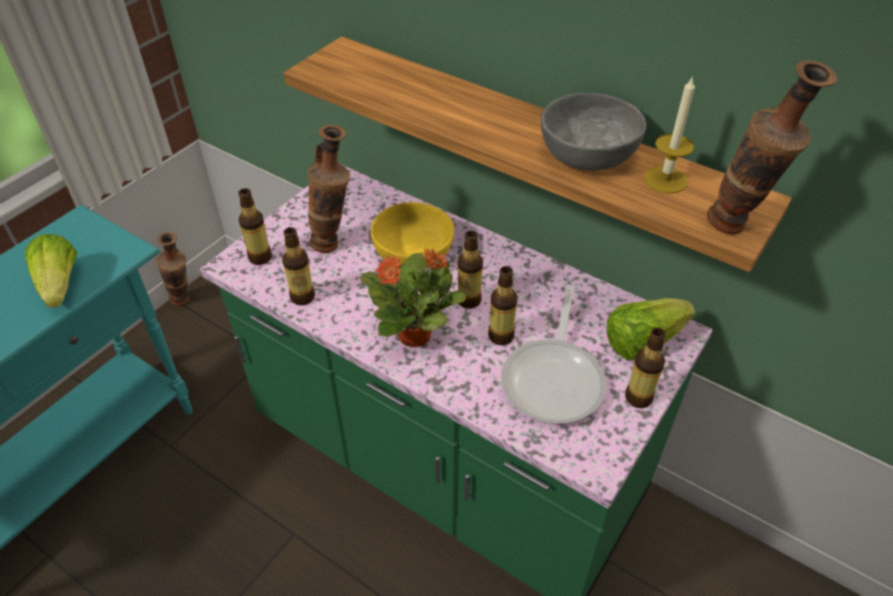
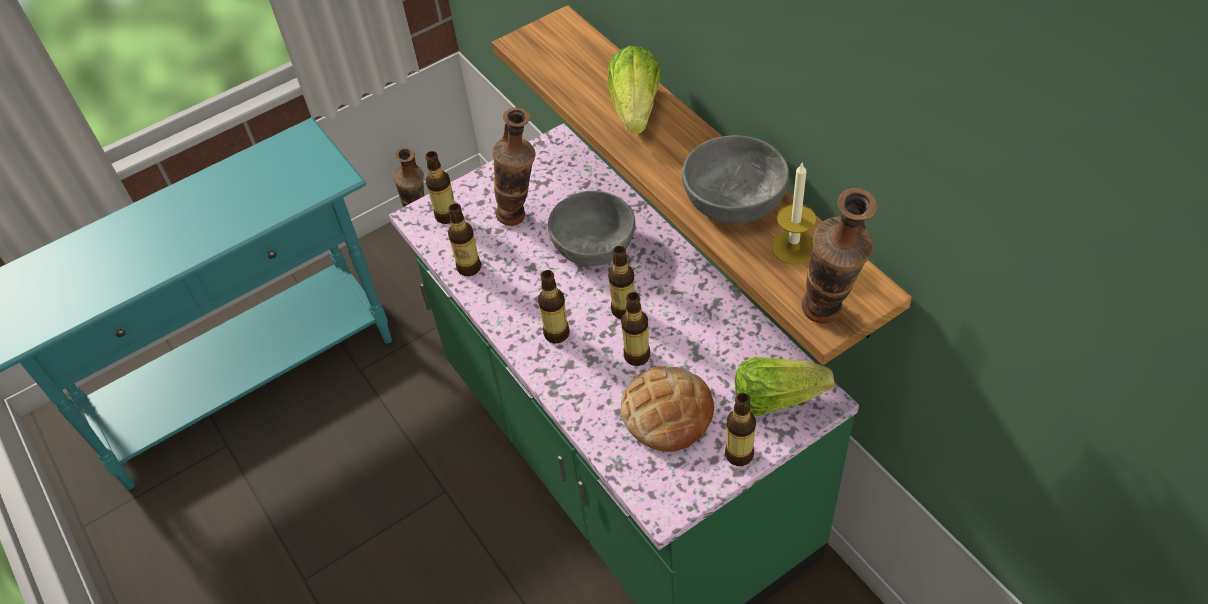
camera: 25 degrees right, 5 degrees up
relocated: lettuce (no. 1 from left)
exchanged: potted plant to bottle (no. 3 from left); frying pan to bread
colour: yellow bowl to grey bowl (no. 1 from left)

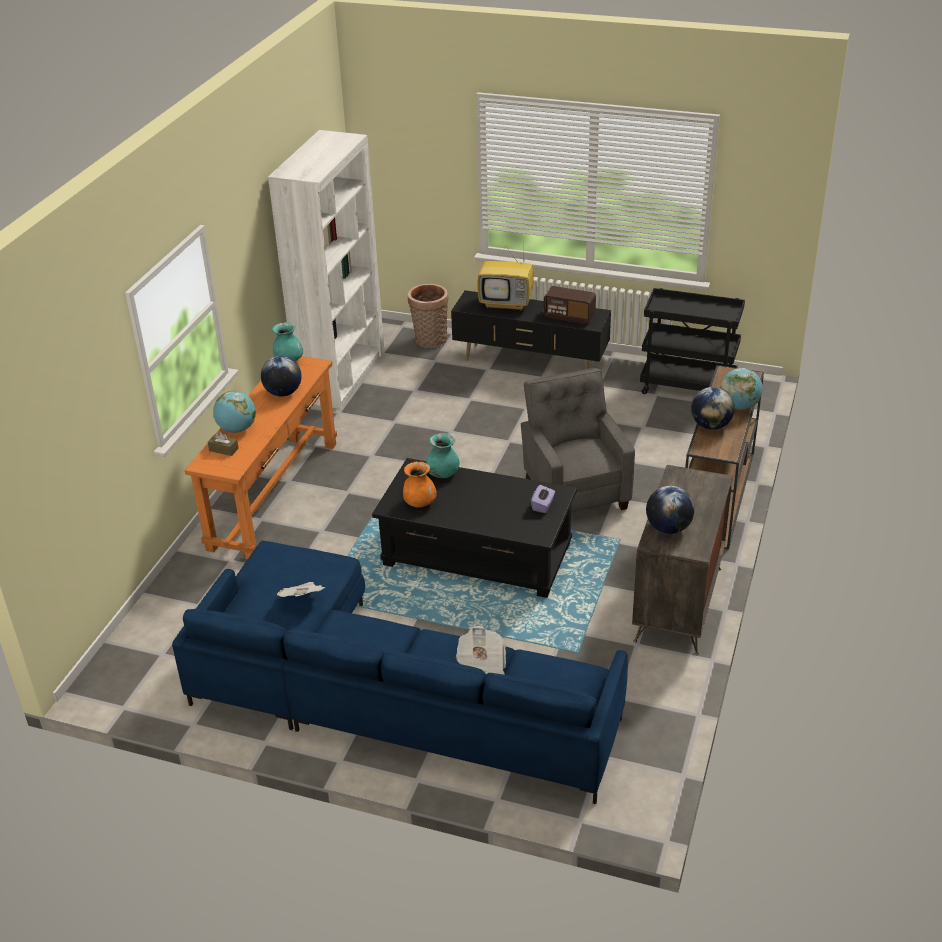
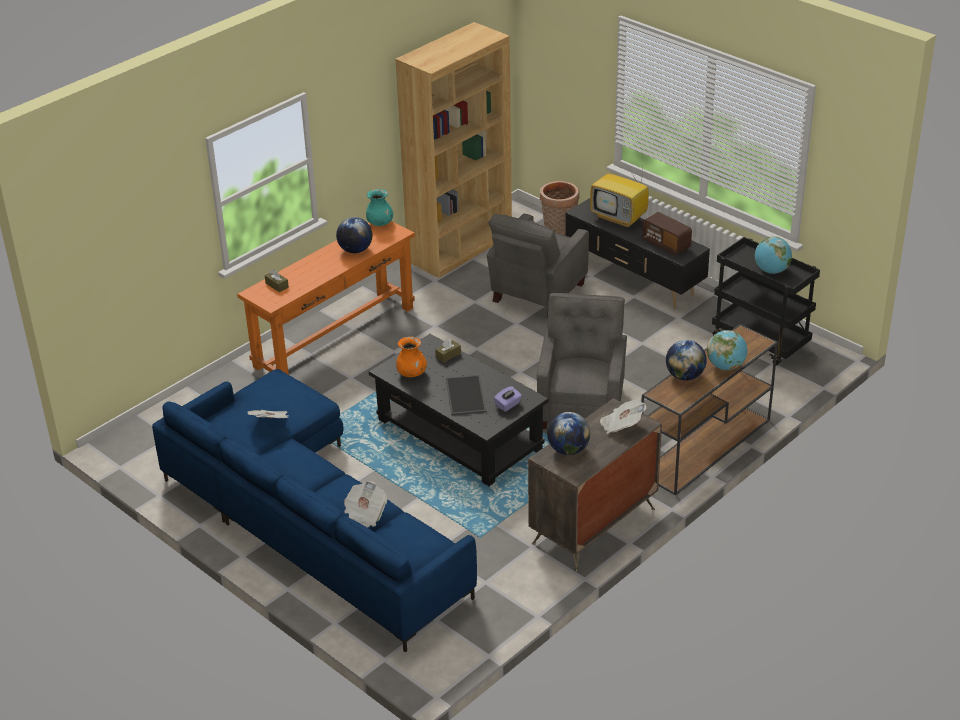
camera: 25 degrees right, 0 degrees up
appeared: tray; grey armchair (no. 1 from left); newspaper (no. 3 from left)
relocated: globe (no. 1 from left in the first image) to globe (no. 5 from left)
exchanged: turquoise vase (no. 2 from left) to brown tissue box (no. 2 from left)
colour: white bookcase to brown bookcase

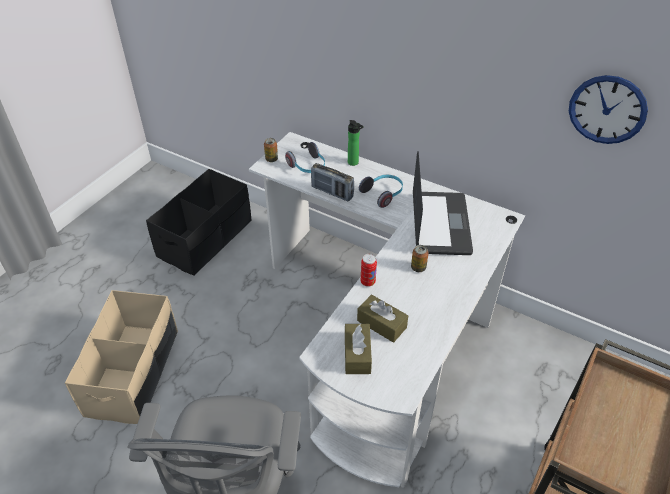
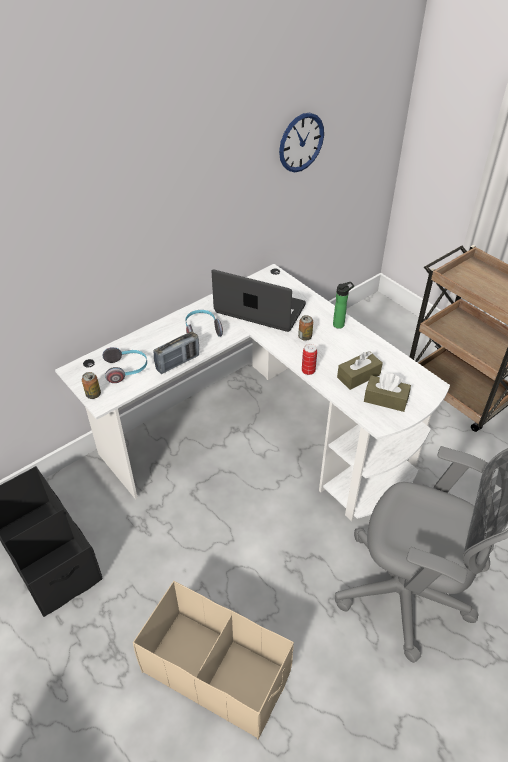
camera: 70 degrees left, 0 degrees up
relocated: bottle

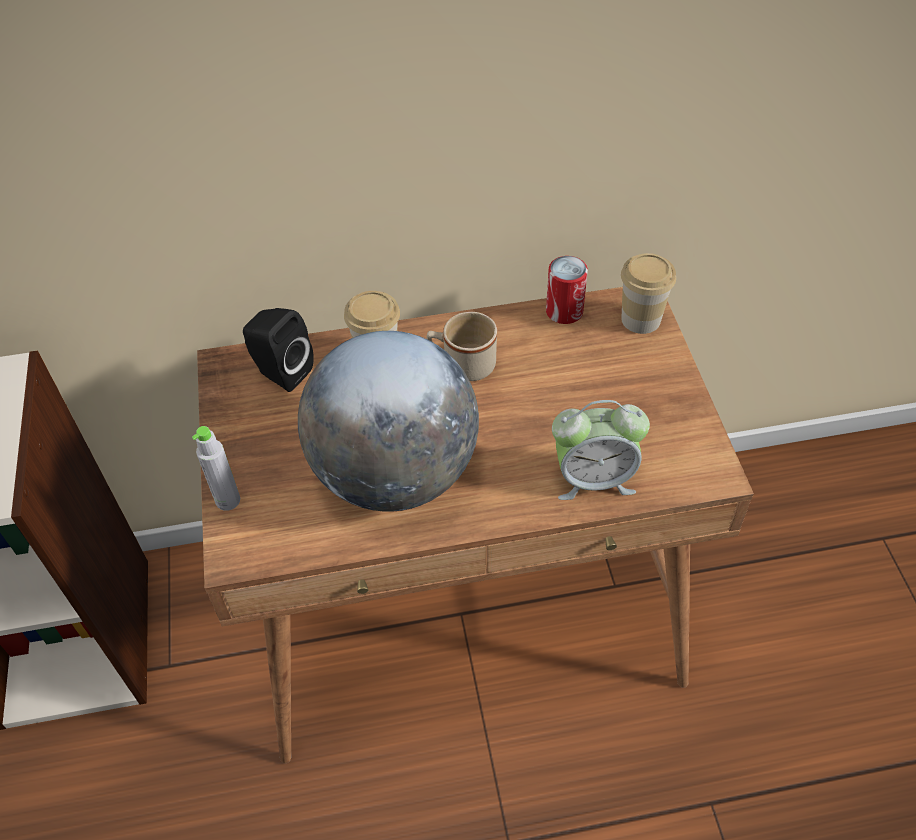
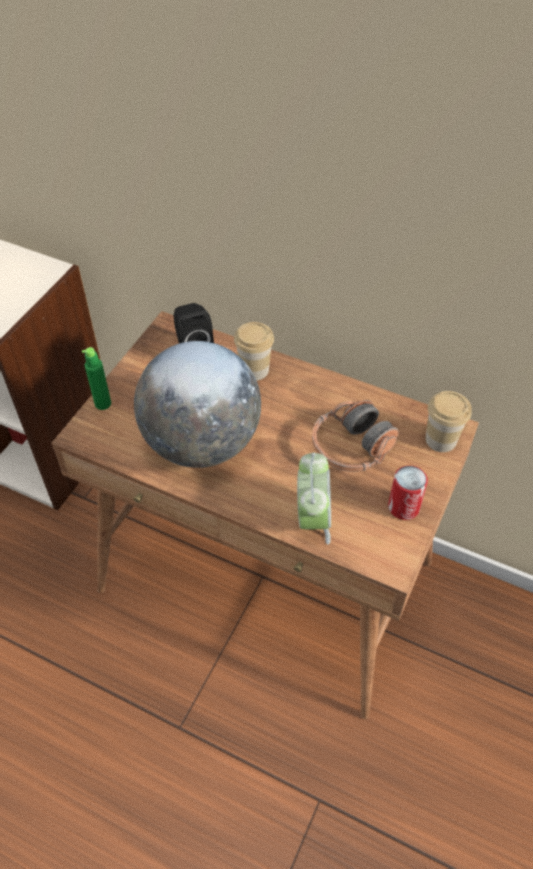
camera: 35 degrees right, 0 degrees up
missing: beige mug
appeared: headphones
relocated: can
colour: grey bottle to green bottle
spun: alarm clock 120 degrees counterclockwise

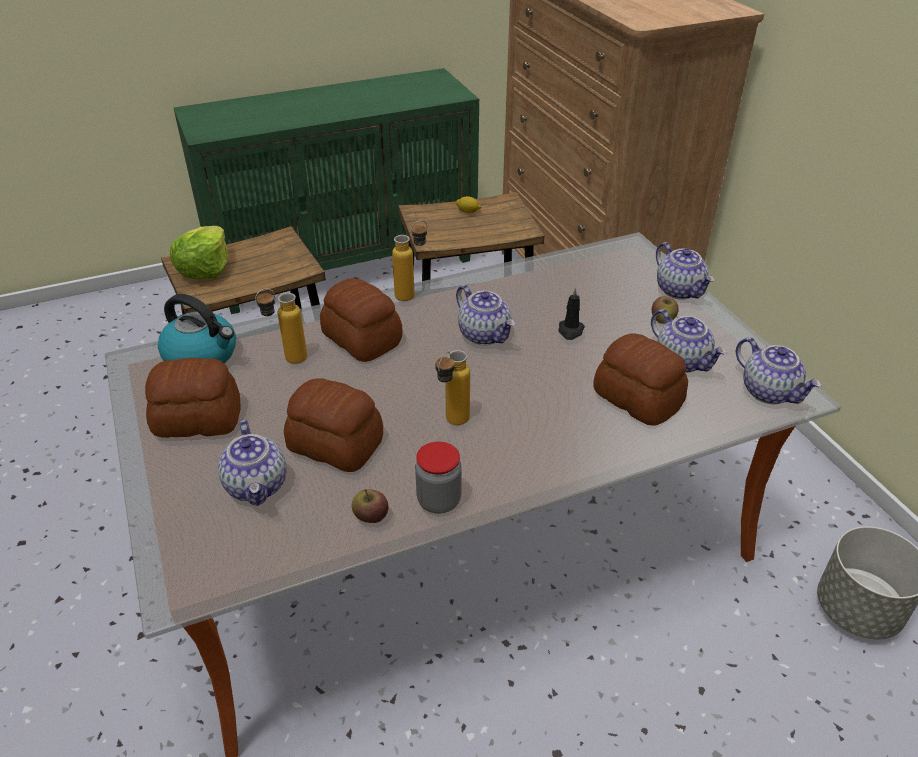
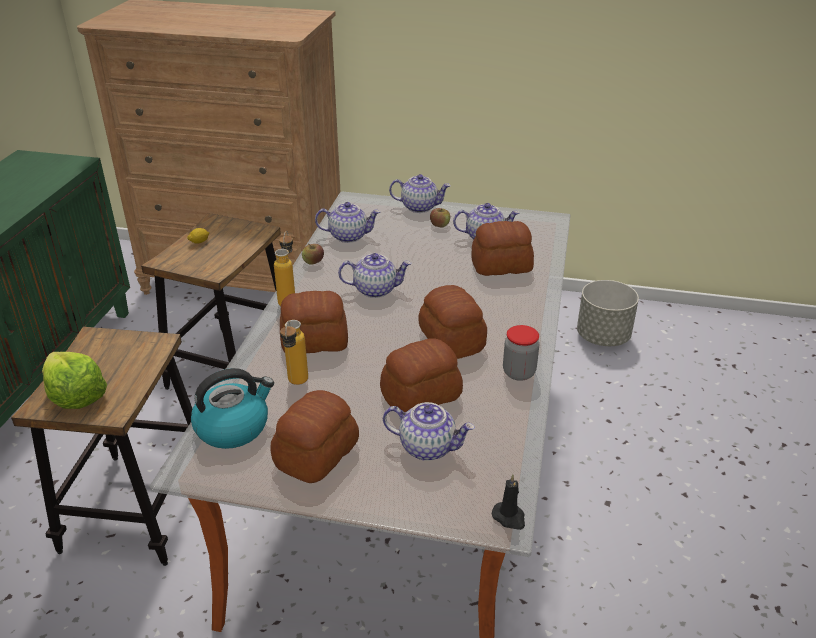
camera: 55 degrees left, 5 degrees down
relocated: apple (no. 1 from left); black candle; teapot (no. 5 from left in the first image) to teapot (no. 1 from left)
exchanged: bottle (no. 3 from left) to bread (no. 4 from left)

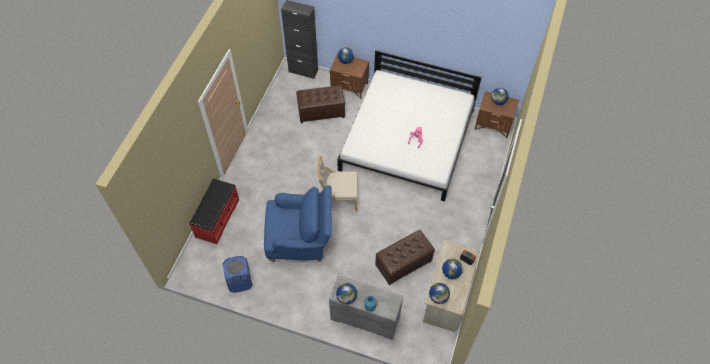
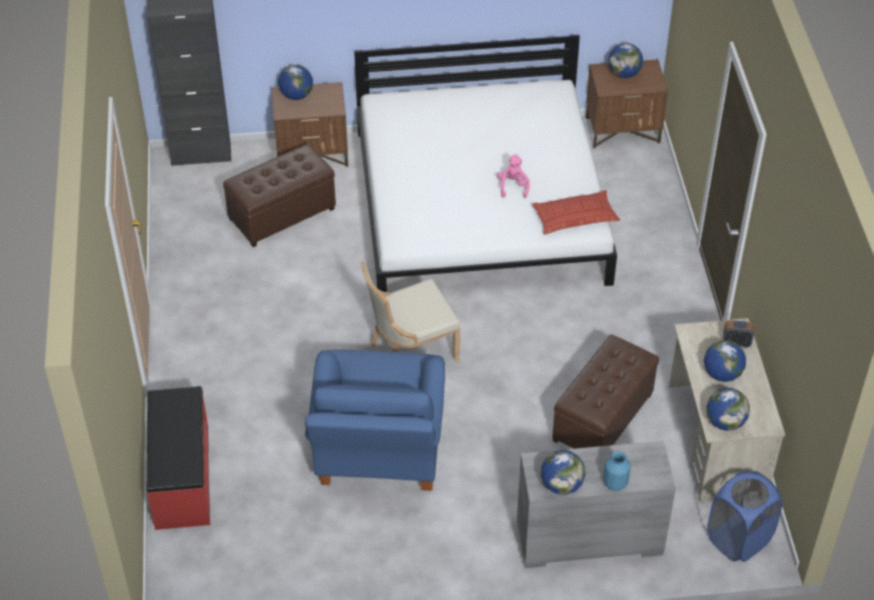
camera: 25 degrees left, 10 degrees down
appeared: pillow
relocated: blue laundry basket
spun: blue armchair 120 degrees clockwise

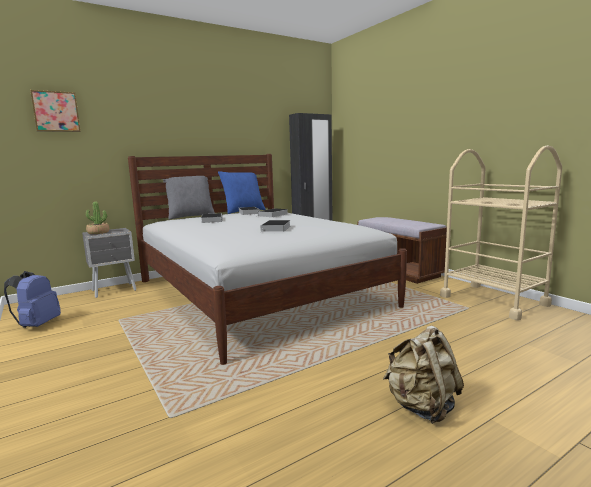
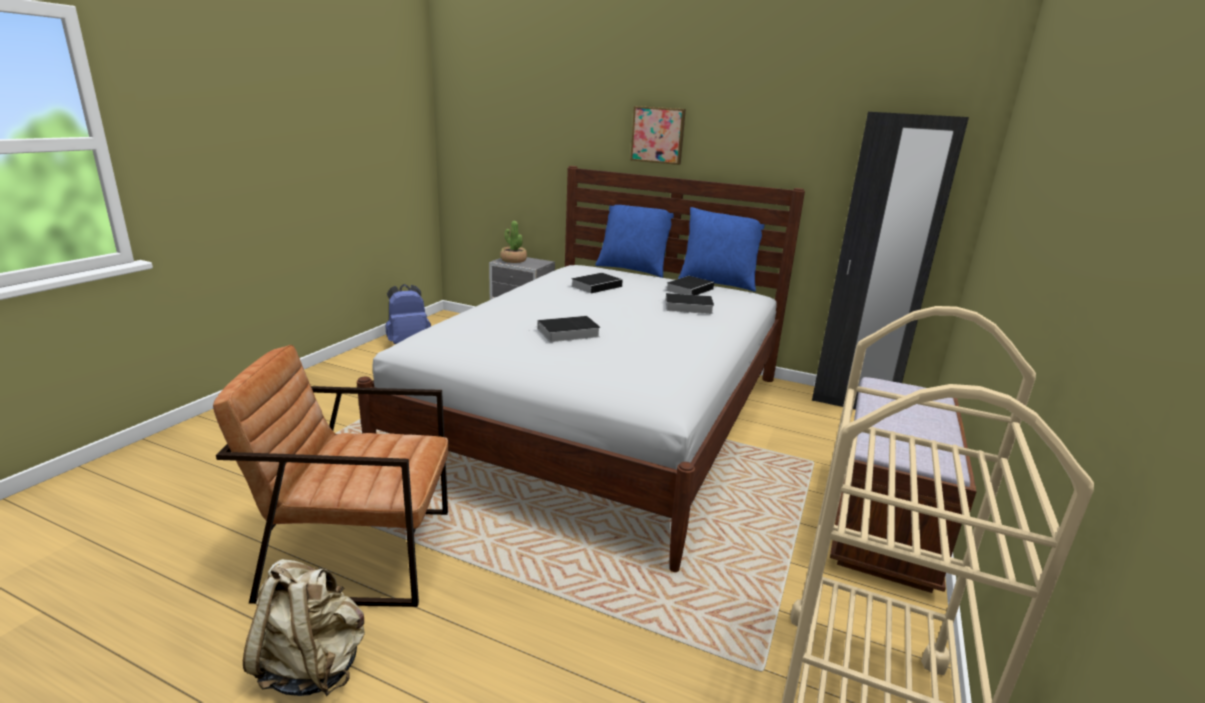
camera: 55 degrees right, 10 degrees up
appeared: brown armchair
relocated: picture
colour: grey pillow to blue pillow (no. 1 from left)

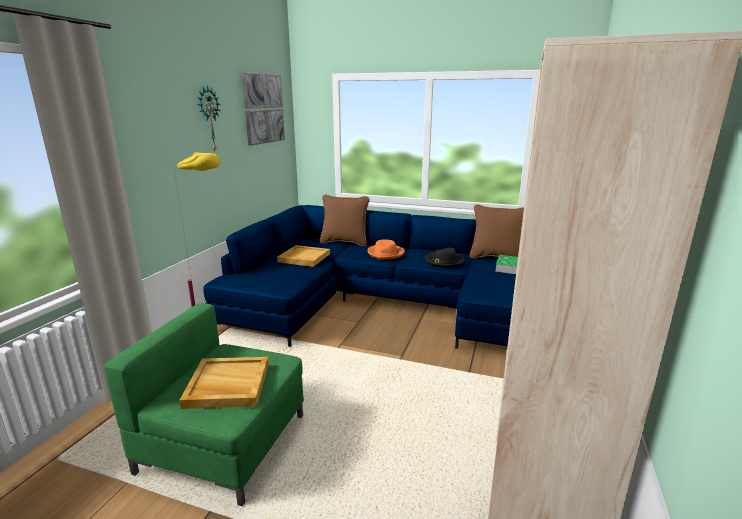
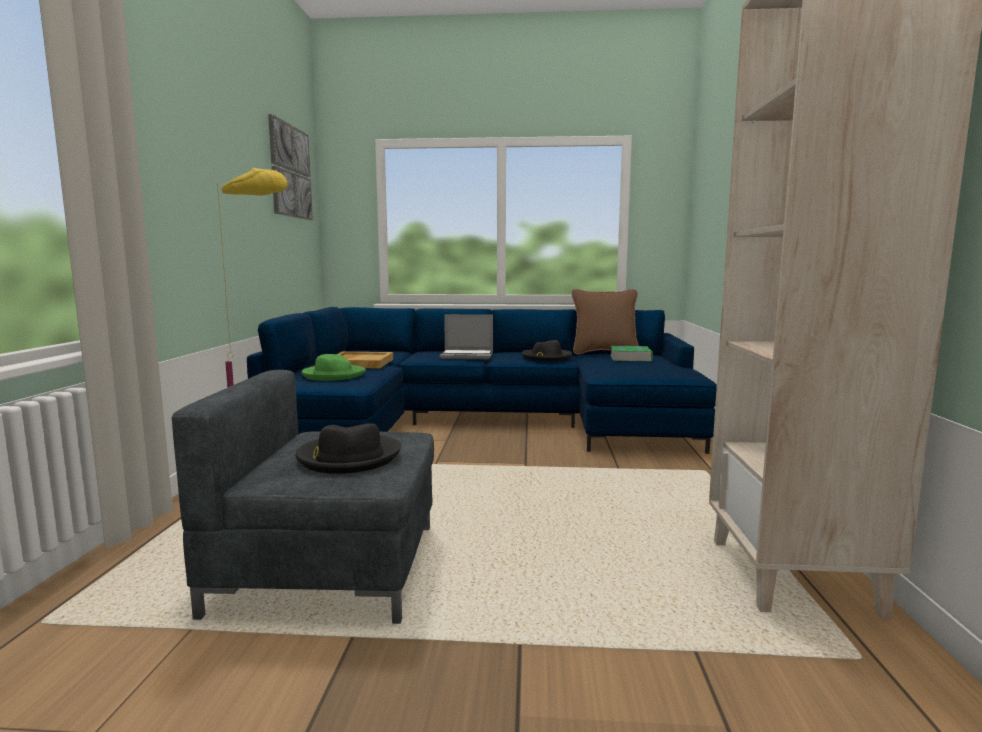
camera: 15 degrees left, 10 degrees down
missing: wall clock; brown pillow (no. 1 from left)
appeared: green hat
exchanged: beige tray (no. 1 from left) to black hat (no. 1 from left); orange hat to laptop
colour: green armchair to grey armchair

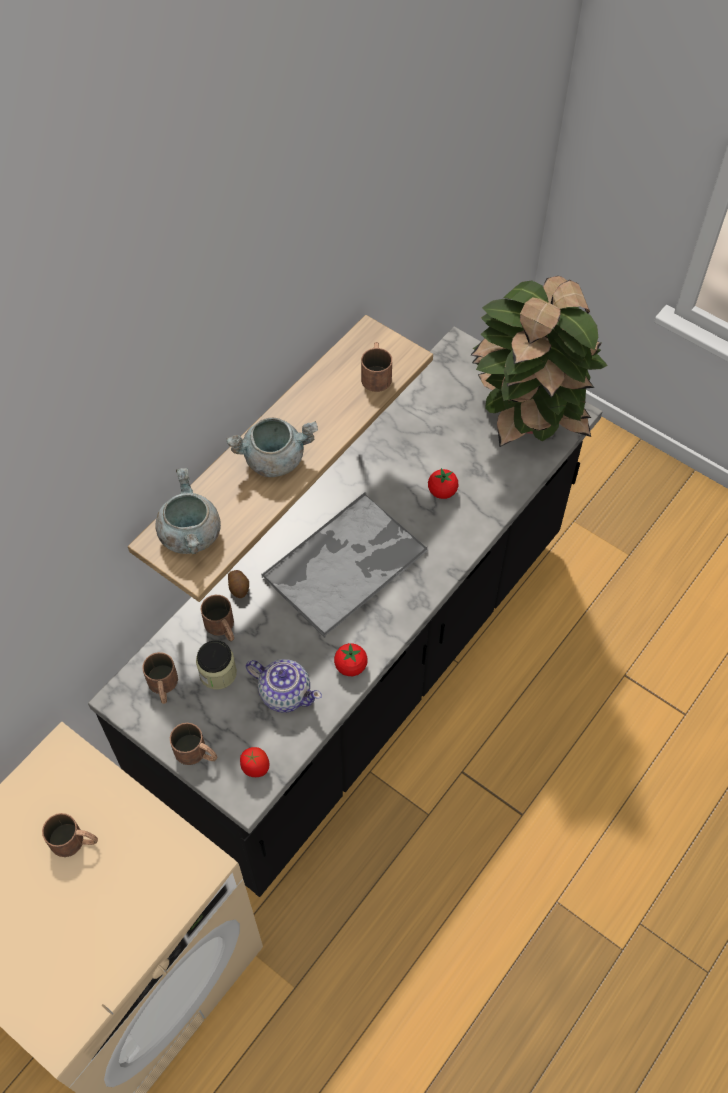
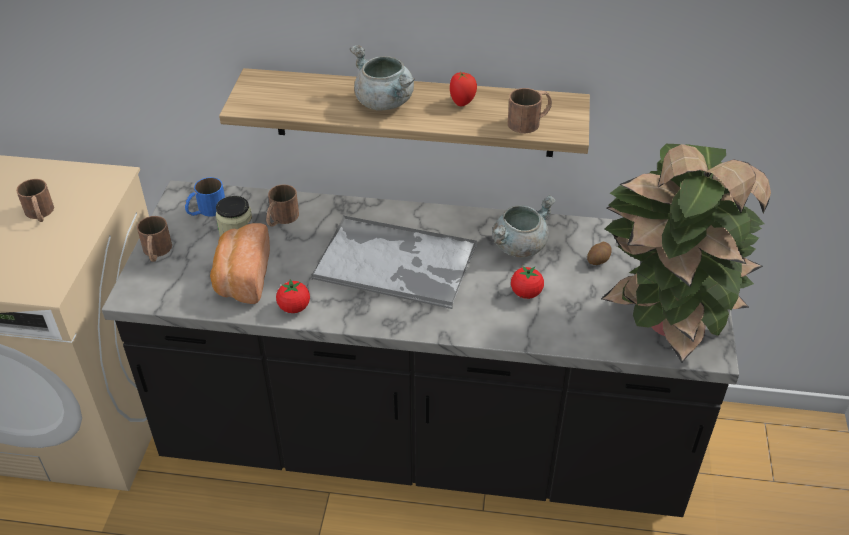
camera: 60 degrees right, 15 degrees down
relocated: grey cooking pot (no. 1 from left in the first image) to grey cooking pot (no. 2 from left); potato; tomato (no. 1 from left in the first image) to tomato (no. 2 from left)
exchanged: teapot to bread
colour: brown mug (no. 2 from left) to blue mug

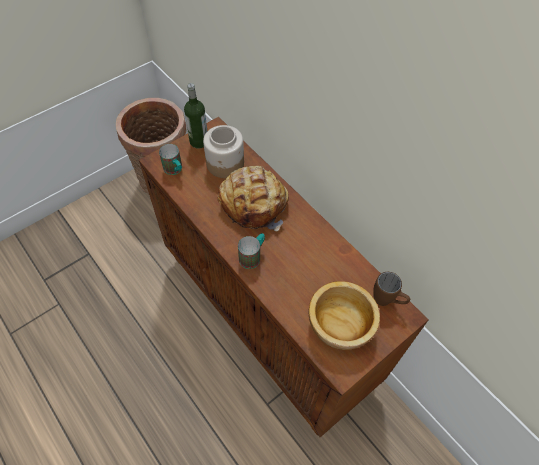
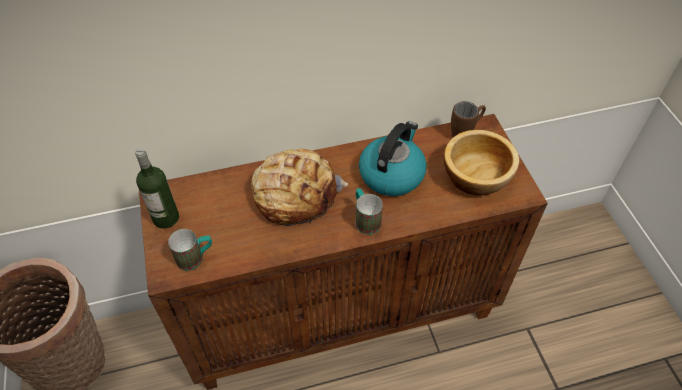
camera: 65 degrees left, 5 degrees down
missing: jar
appeared: kettle

